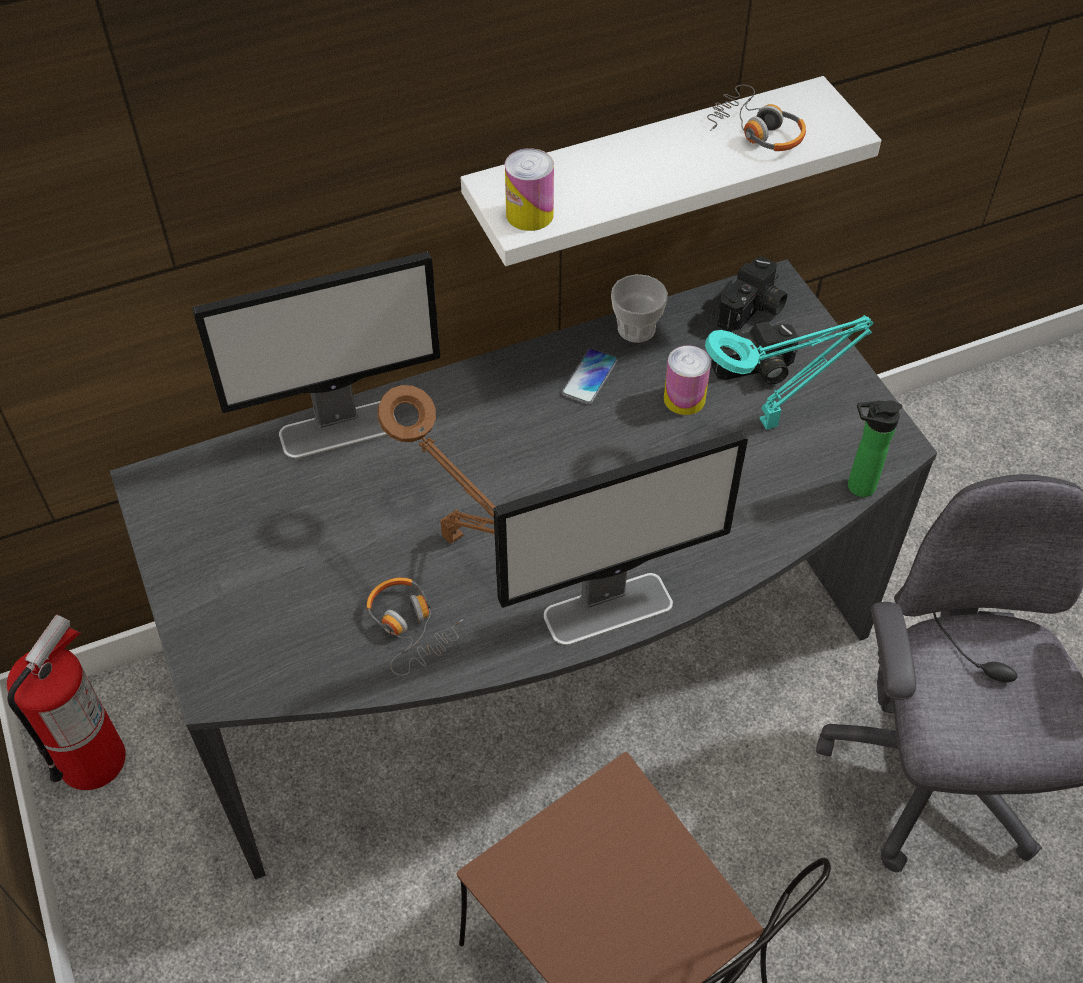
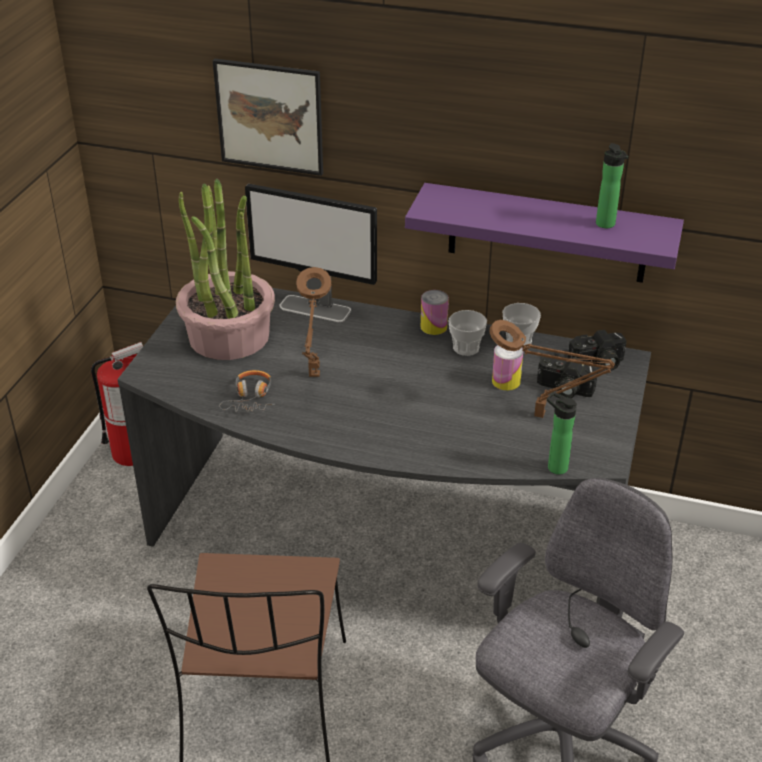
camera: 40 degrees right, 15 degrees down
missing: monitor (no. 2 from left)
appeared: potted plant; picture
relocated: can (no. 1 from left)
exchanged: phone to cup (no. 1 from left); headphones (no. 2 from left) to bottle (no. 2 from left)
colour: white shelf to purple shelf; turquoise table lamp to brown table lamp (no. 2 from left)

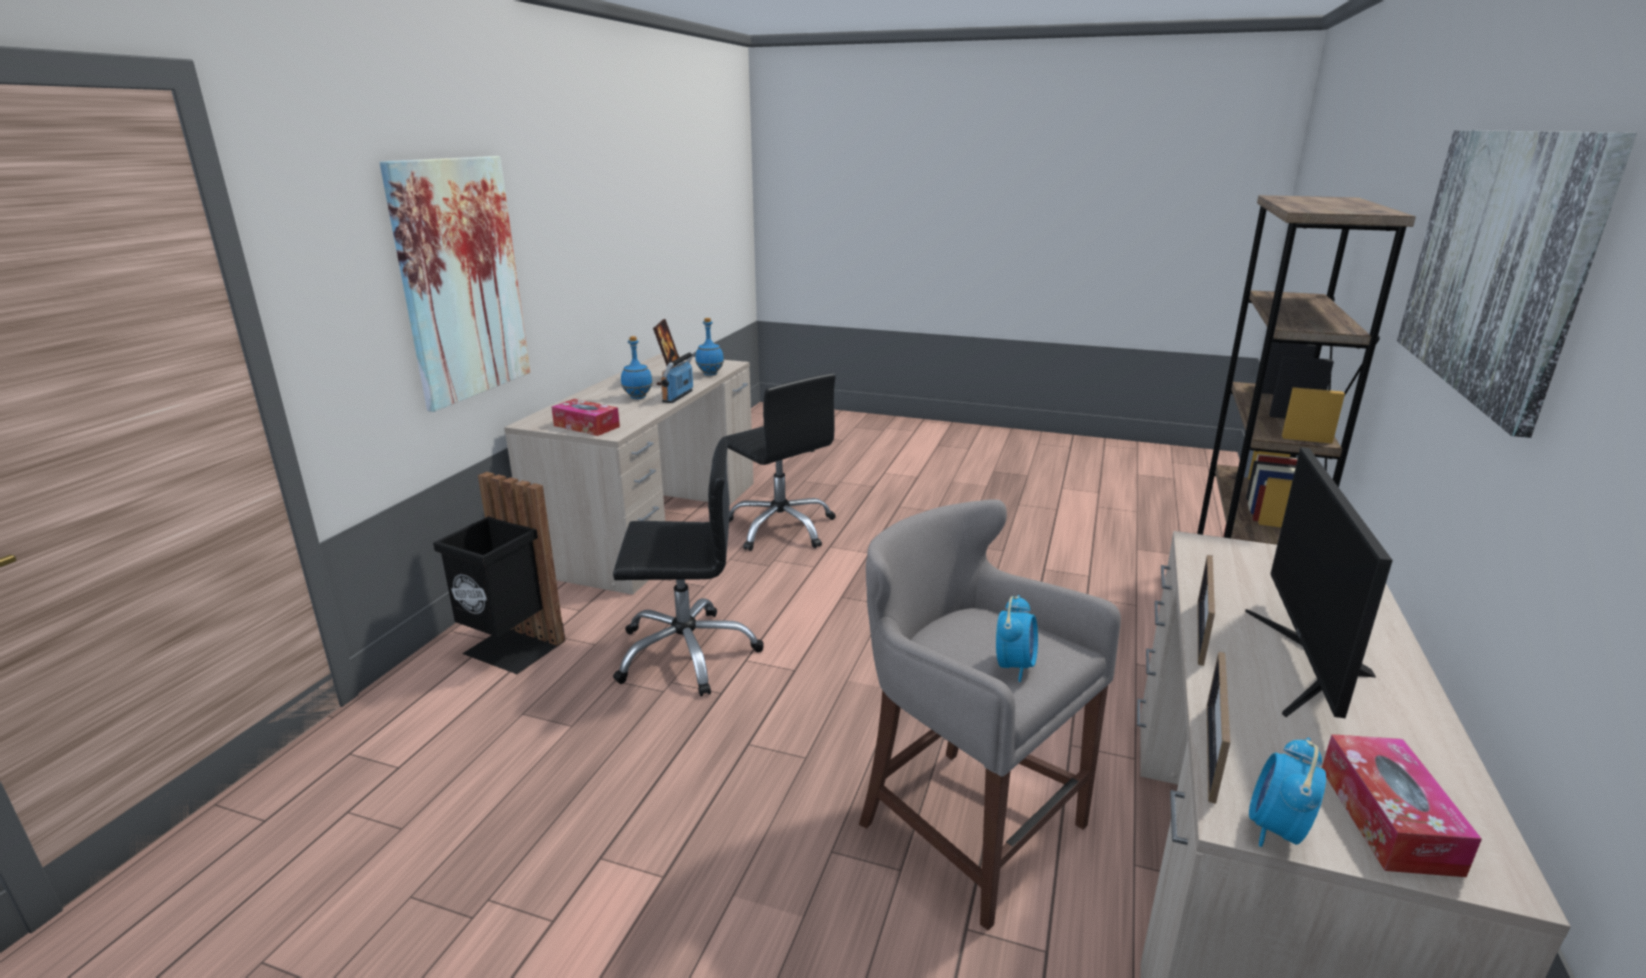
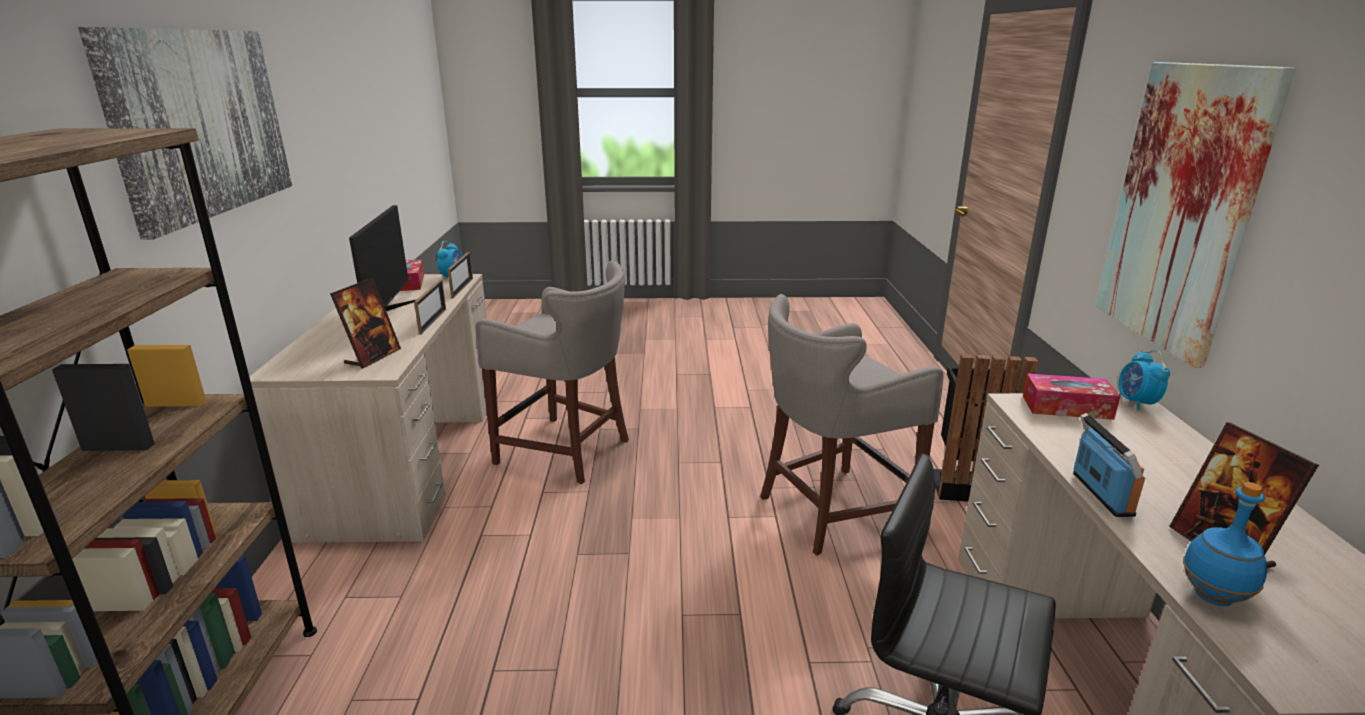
camera: 160 degrees right, 0 degrees up
missing: blue bottle (no. 1 from left)
appeared: picture frame (no. 1 from left)
relocated: alarm clock (no. 1 from left in the first image) to alarm clock (no. 2 from left)
exchanged: black office chair (no. 1 from left) to grey stool (no. 2 from left)

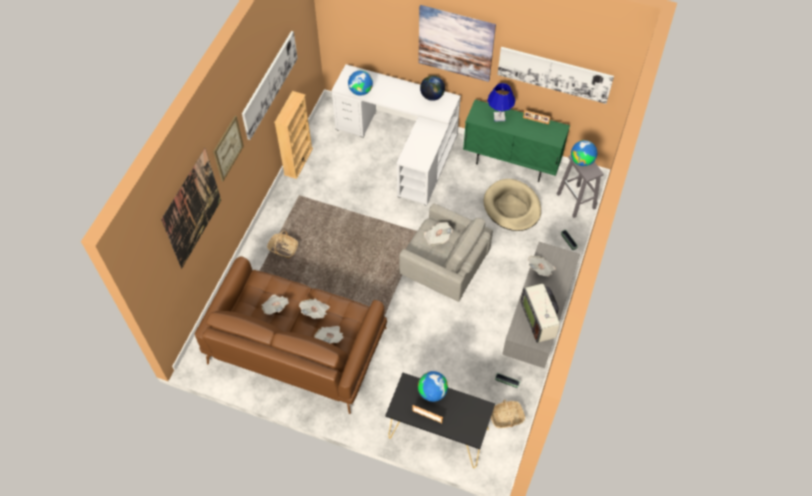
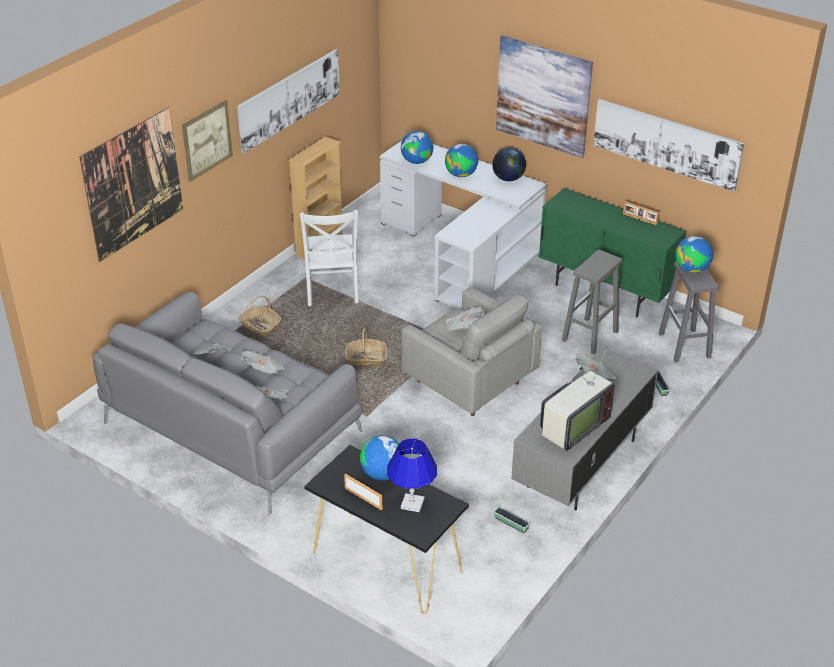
camera: 15 degrees right, 20 degrees down
appeared: white chair; globe (no. 3 from left)
relocated: blue table lamp; basket (no. 2 from left)
exchanged: beige dog bed to grey stool (no. 1 from left)
colour: brown sofa to grey sofa
spun: television 135 degrees counterclockwise

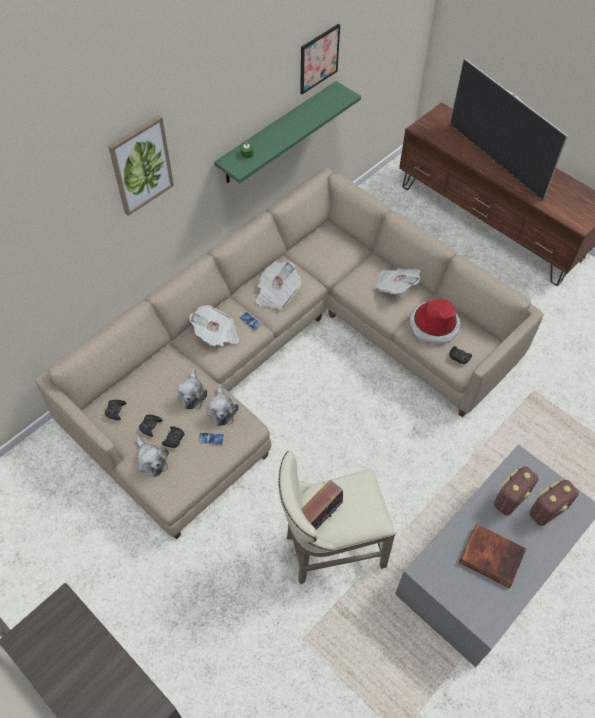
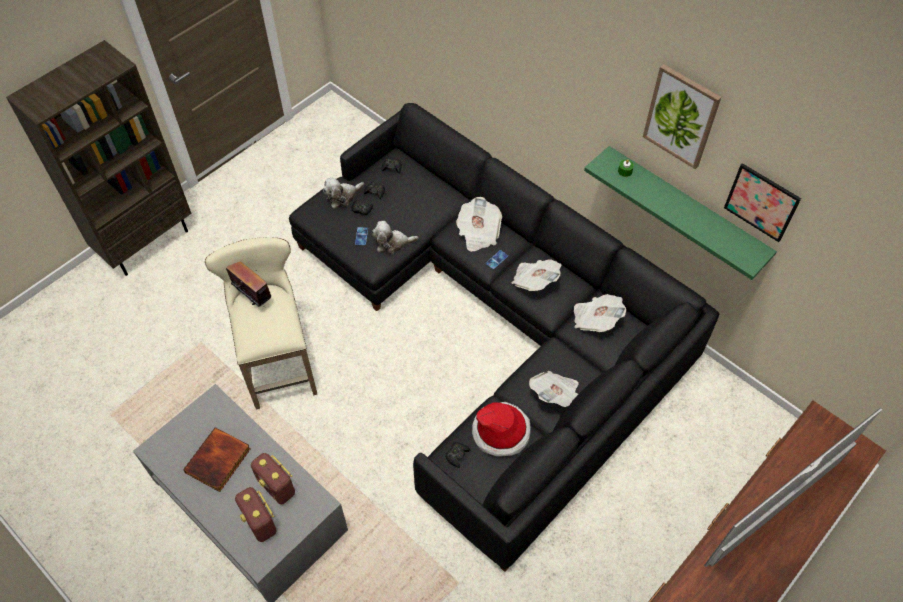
camera: 90 degrees right, 0 degrees up
missing: plush toy (no. 2 from left)
appeared: newspaper (no. 4 from left)
relocated: picture (no. 1 from left)
colour: beige sofa to black sofa

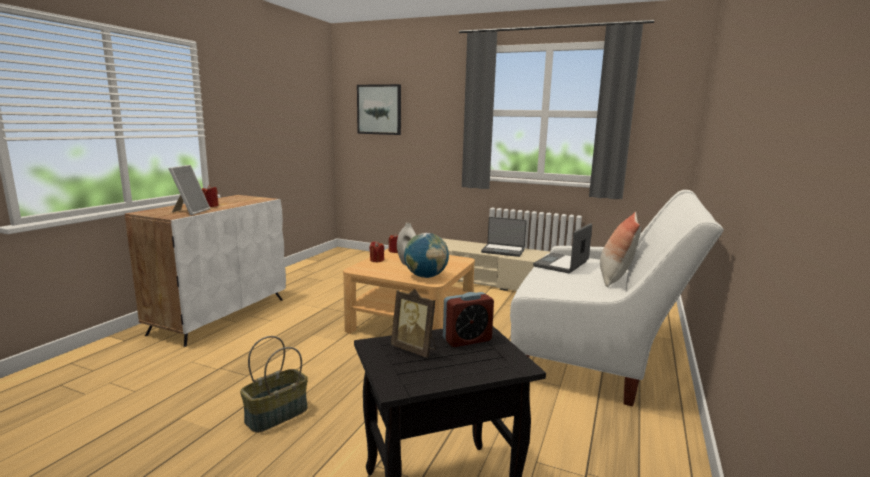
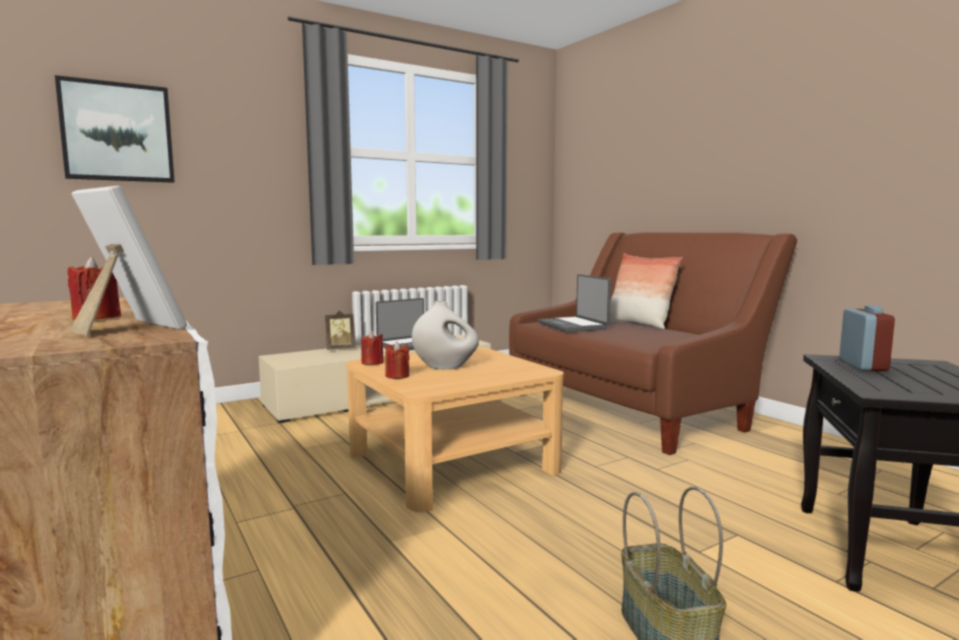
camera: 55 degrees left, 5 degrees down
missing: globe
relocated: picture frame (no. 2 from left)
colour: white sofa to brown sofa

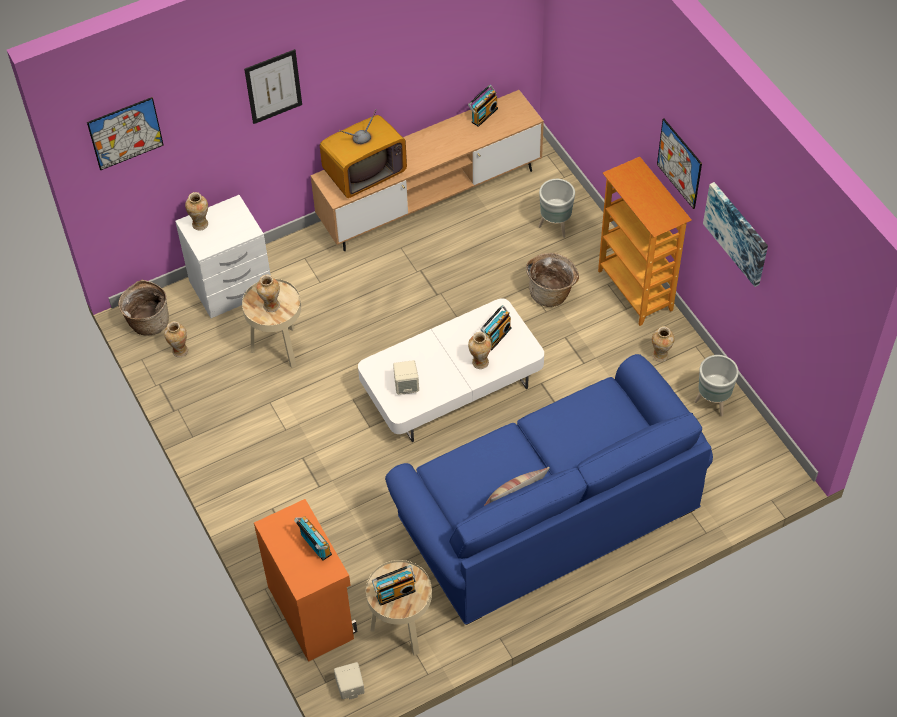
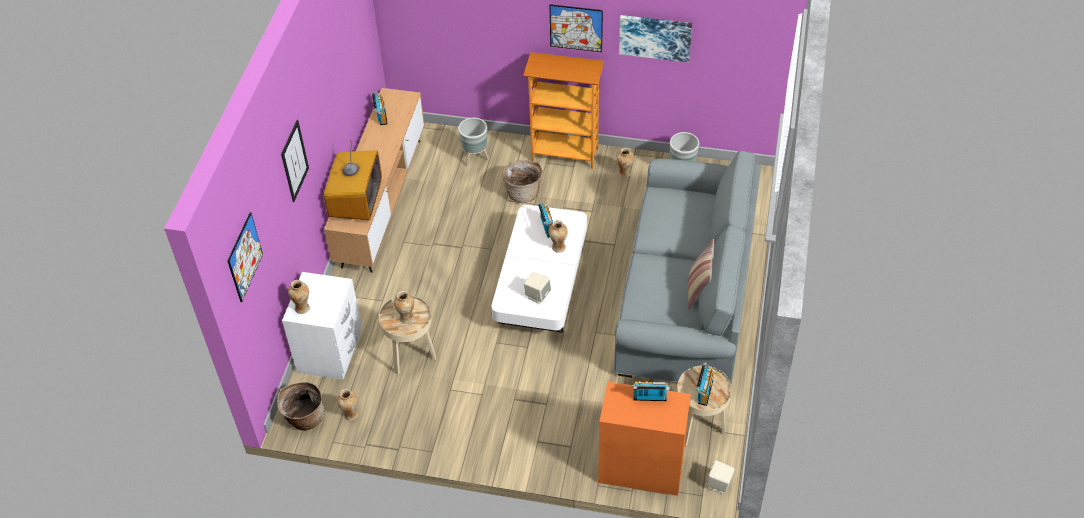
camera: 50 degrees left, 5 degrees down
colour: blue sofa to grey sofa

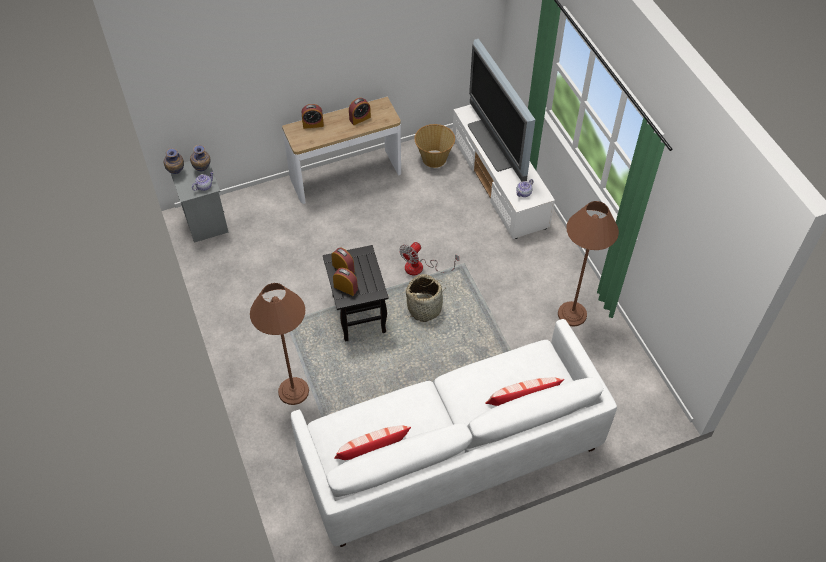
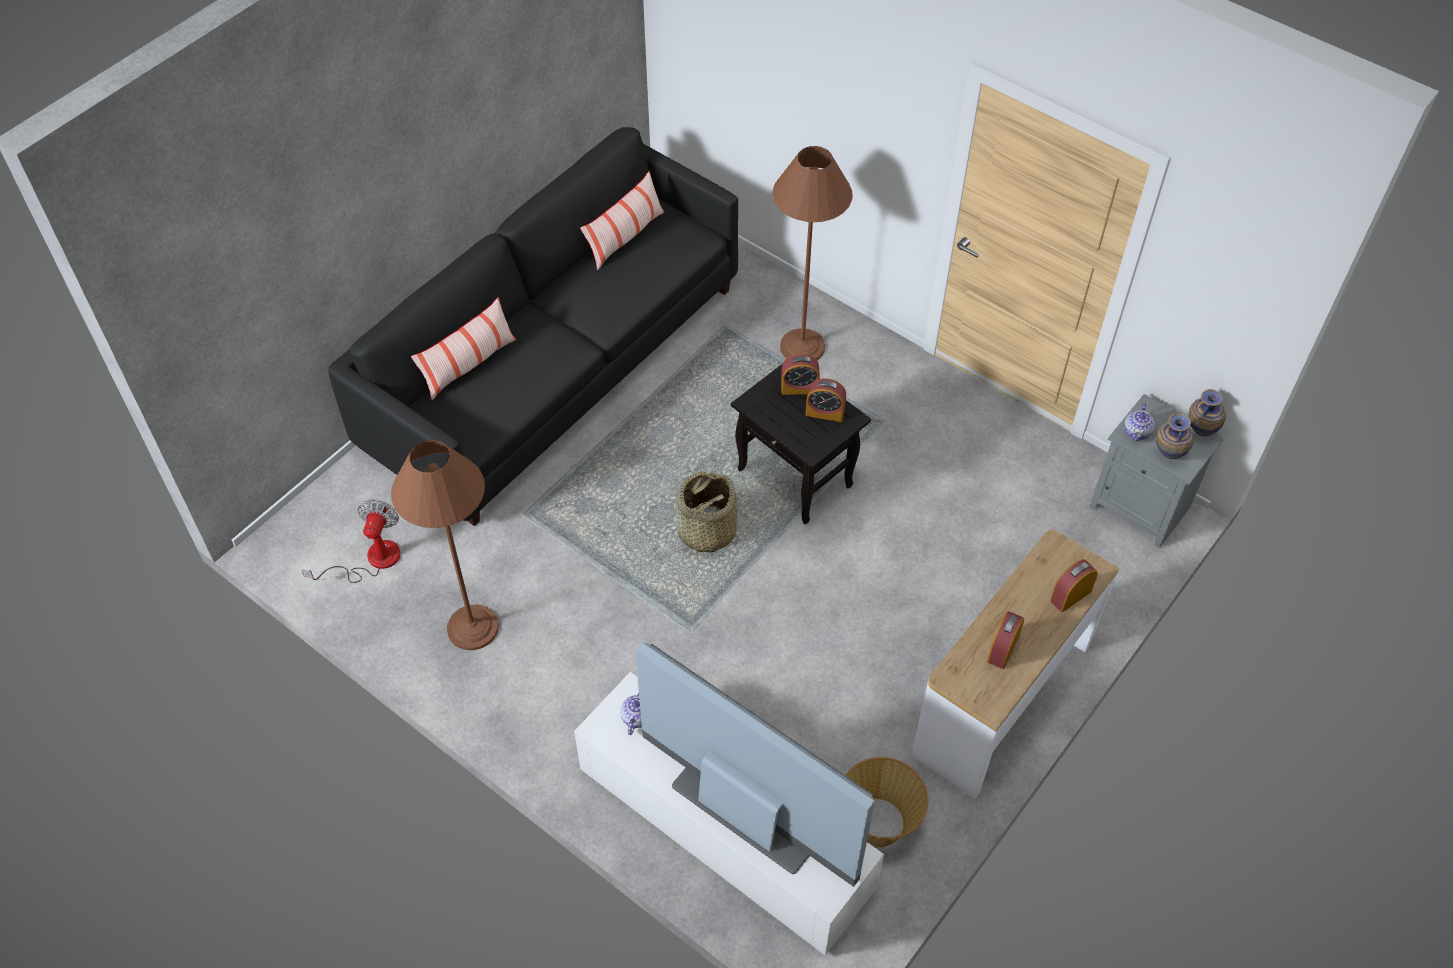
camera: 150 degrees right, 0 degrees up
relocated: fan
colour: white sofa to black sofa

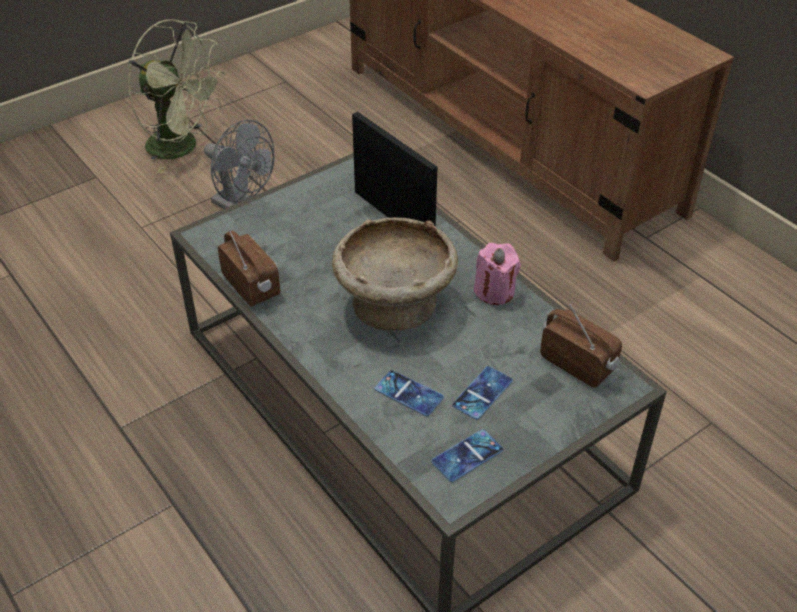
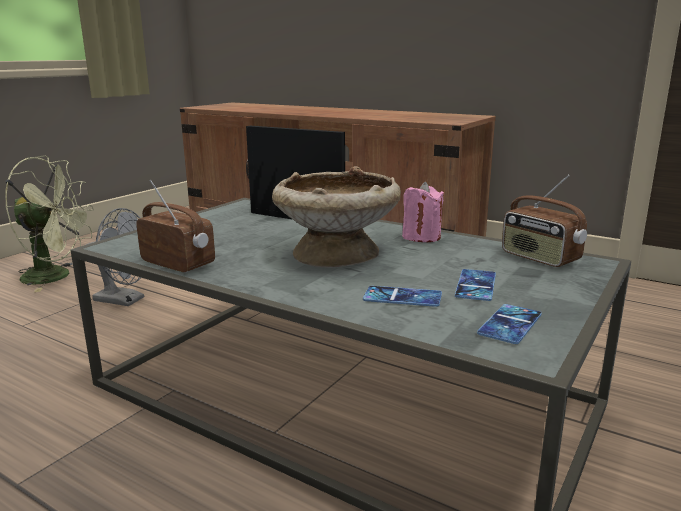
camera: 20 degrees left, 25 degrees down
spun: radio (no. 2 from left) 150 degrees counterclockwise

